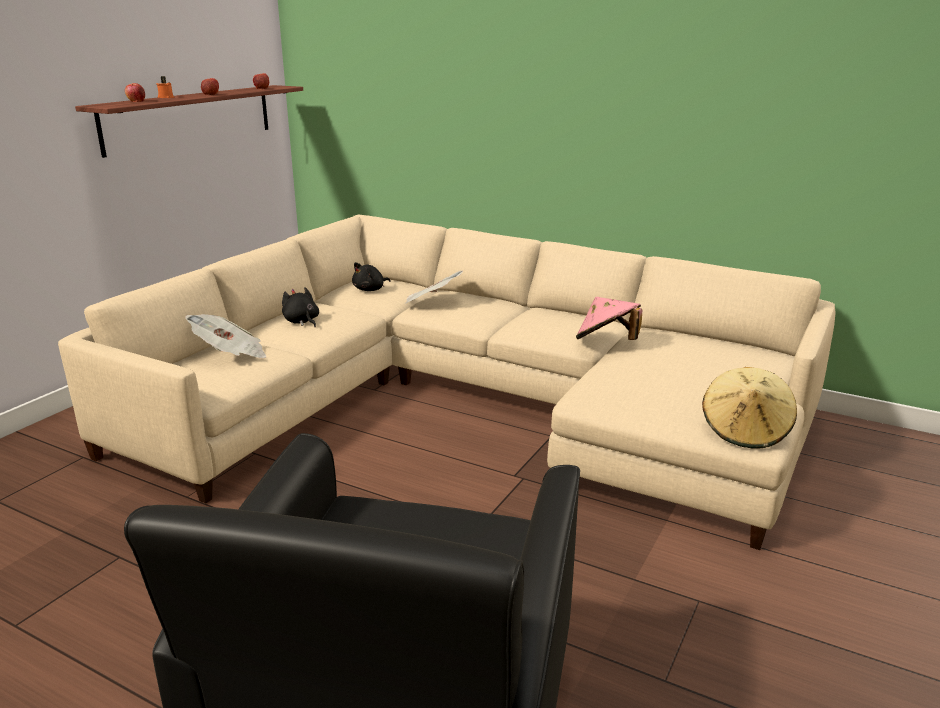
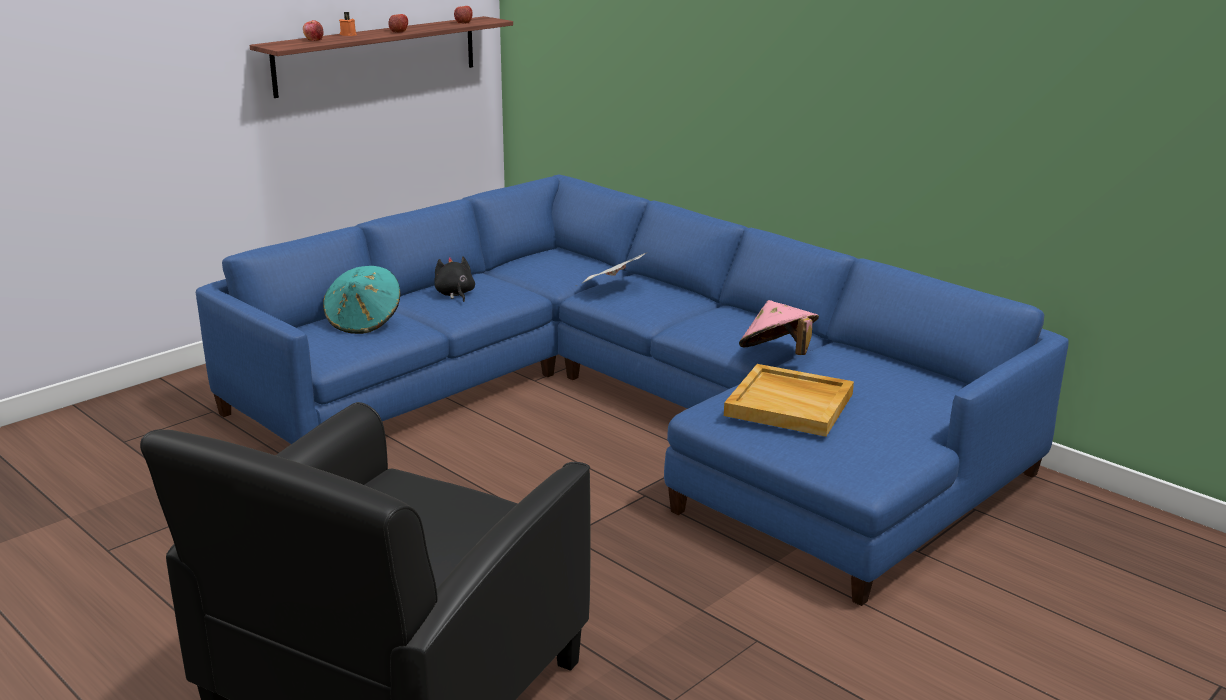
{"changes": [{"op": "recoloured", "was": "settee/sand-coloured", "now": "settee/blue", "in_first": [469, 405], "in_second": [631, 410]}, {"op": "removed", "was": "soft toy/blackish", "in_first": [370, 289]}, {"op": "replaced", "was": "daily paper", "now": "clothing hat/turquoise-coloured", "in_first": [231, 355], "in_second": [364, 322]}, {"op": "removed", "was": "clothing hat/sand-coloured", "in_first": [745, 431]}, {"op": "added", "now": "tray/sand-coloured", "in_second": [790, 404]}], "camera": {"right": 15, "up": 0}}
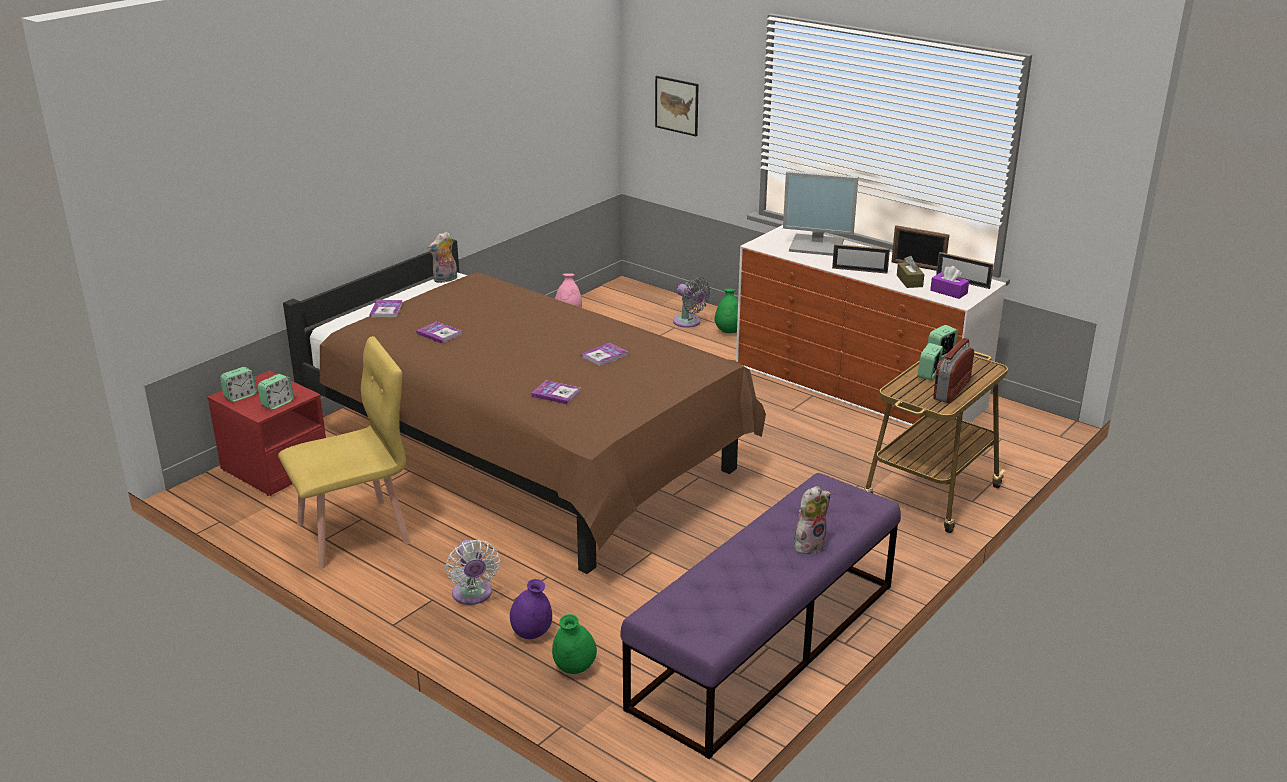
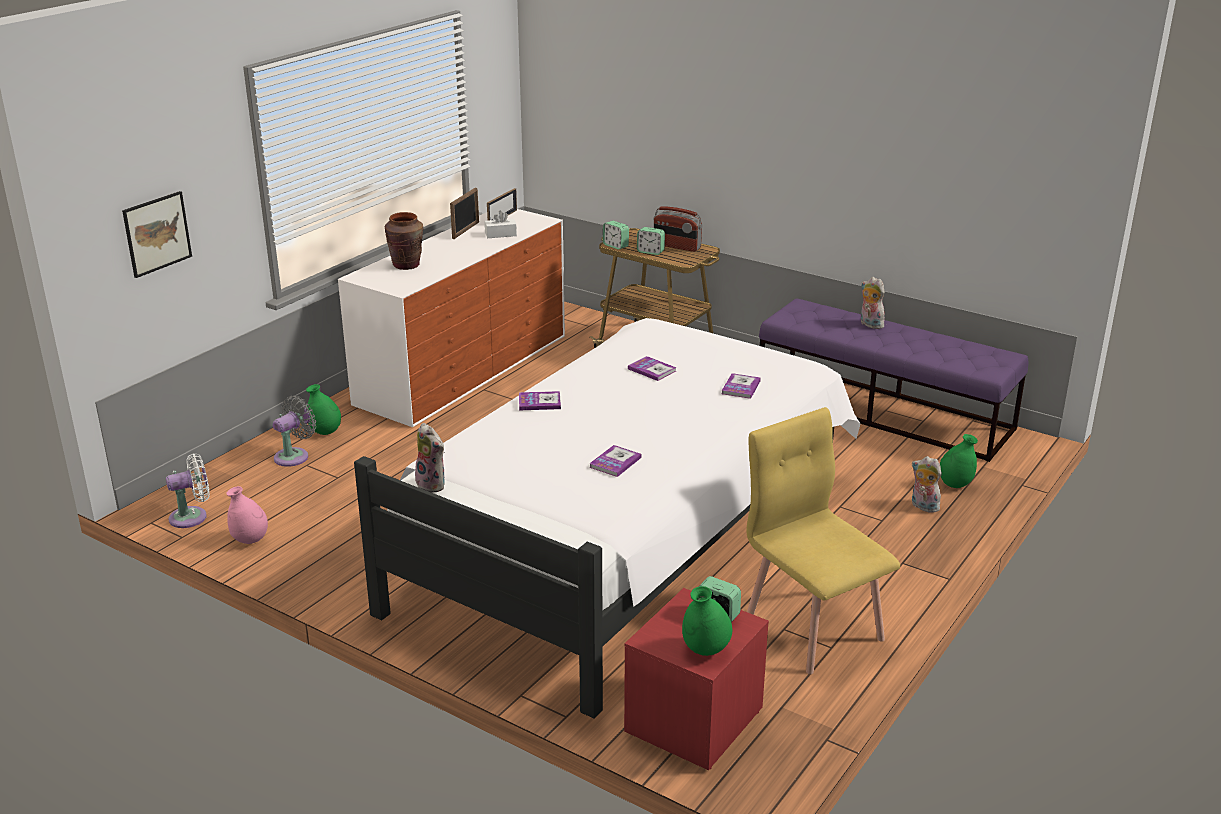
{"changes": [{"op": "replaced", "was": "computer screen", "now": "decorative vase/brownish", "in_first": [817, 245], "in_second": [406, 265]}, {"op": "recoloured", "was": "bedroom bed/brownish", "now": "bedroom bed/white", "in_first": [525, 455], "in_second": [627, 538]}, {"op": "removed", "was": "photo frame", "in_first": [859, 270]}, {"op": "recoloured", "was": "tissue holder/brownish", "now": "tissue holder/white", "in_first": [909, 281], "in_second": [500, 234]}, {"op": "removed", "was": "tissue holder/purple", "in_first": [948, 292]}, {"op": "moved", "was": "volume", "in_first": [386, 310], "in_second": [539, 402]}, {"op": "replaced", "was": "alarm clock", "now": "decorative vase/green-coloured", "in_first": [240, 396], "in_second": [705, 650]}, {"op": "moved", "was": "electric fan/white", "in_first": [473, 595], "in_second": [192, 517]}, {"op": "replaced", "was": "decorative vase/purple", "now": "soft toy", "in_first": [531, 633], "in_second": [923, 507]}], "camera": {"right": -95, "up": 0}}
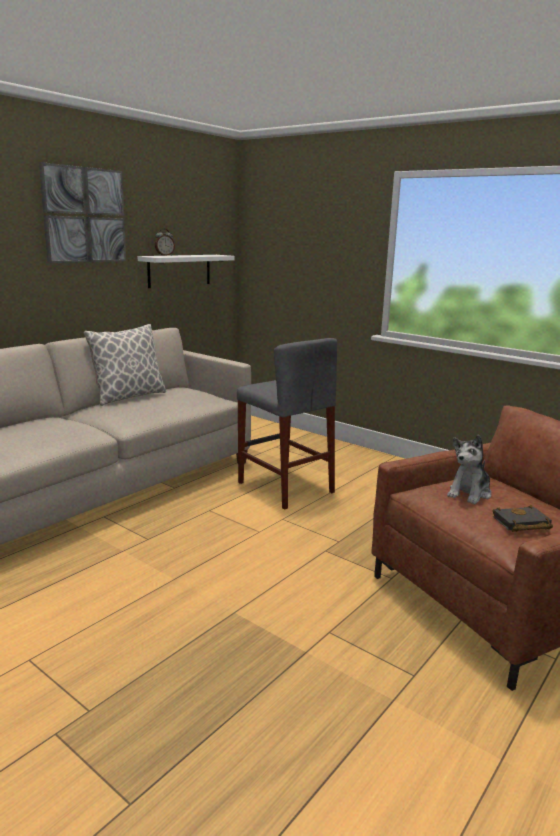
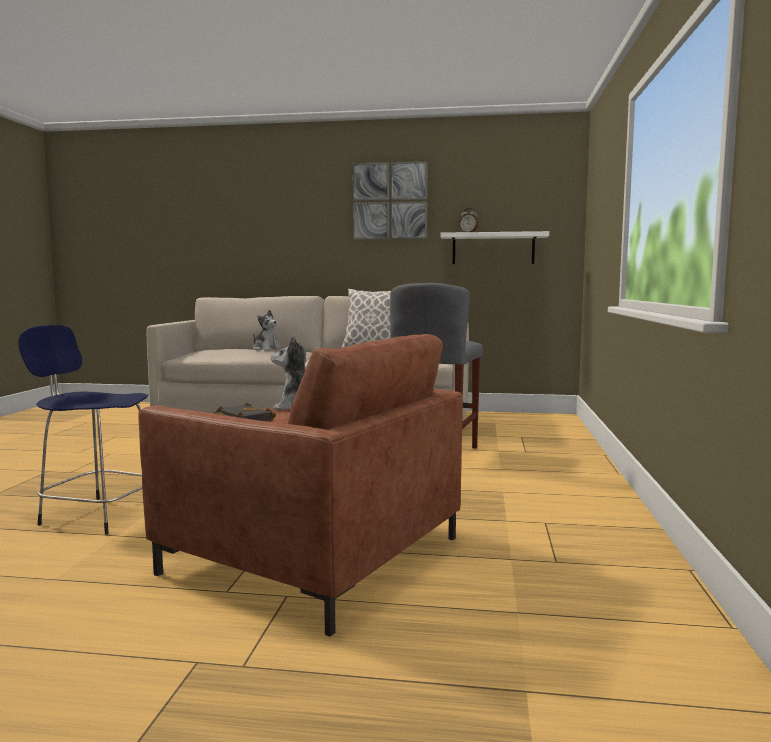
{"changes": [{"op": "added", "now": "soft toy", "in_second": [266, 349]}, {"op": "added", "now": "stool/blue", "in_second": [98, 514]}], "camera": {"right": 60, "up": -10}}
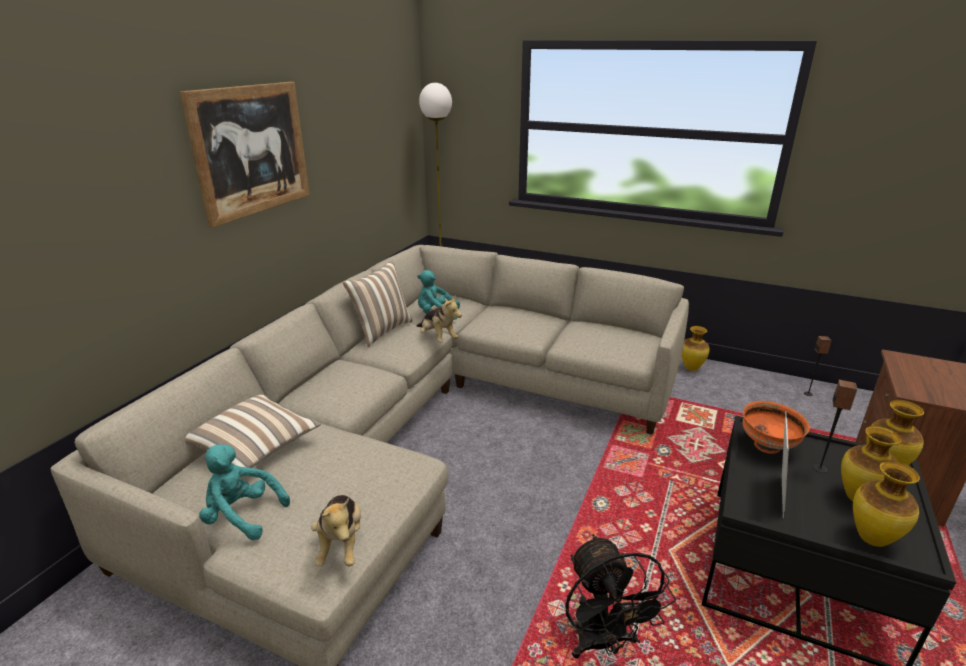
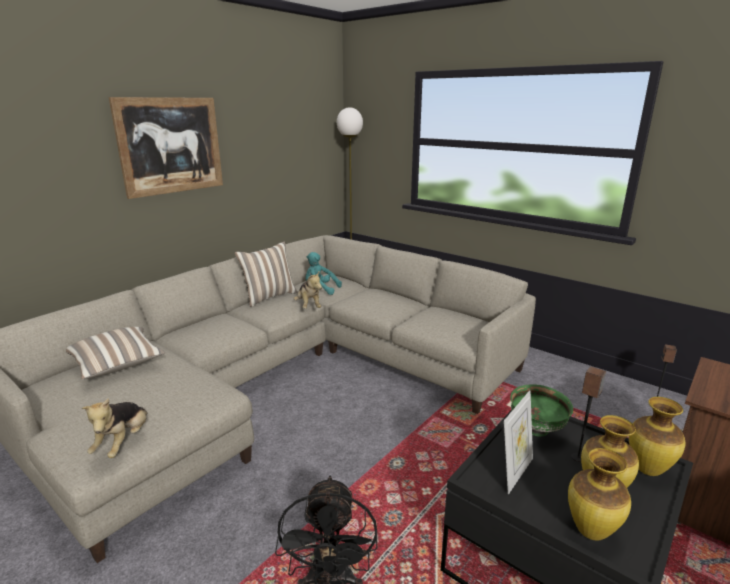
{"changes": [{"op": "removed", "was": "decorative vase", "in_first": [691, 368]}, {"op": "recoloured", "was": "bowl/orangey", "now": "bowl/green-coloured", "in_first": [768, 447], "in_second": [537, 430]}, {"op": "removed", "was": "soft toy/turquoise-coloured", "in_first": [242, 516]}], "camera": {"right": 15, "up": -5}}
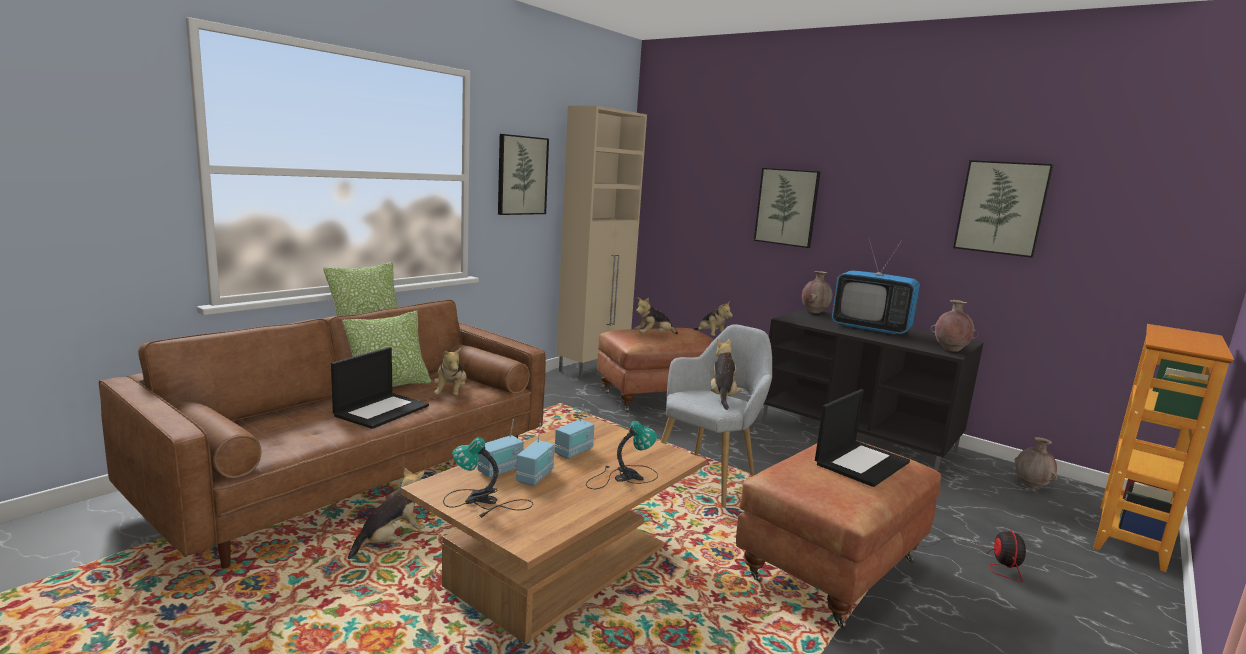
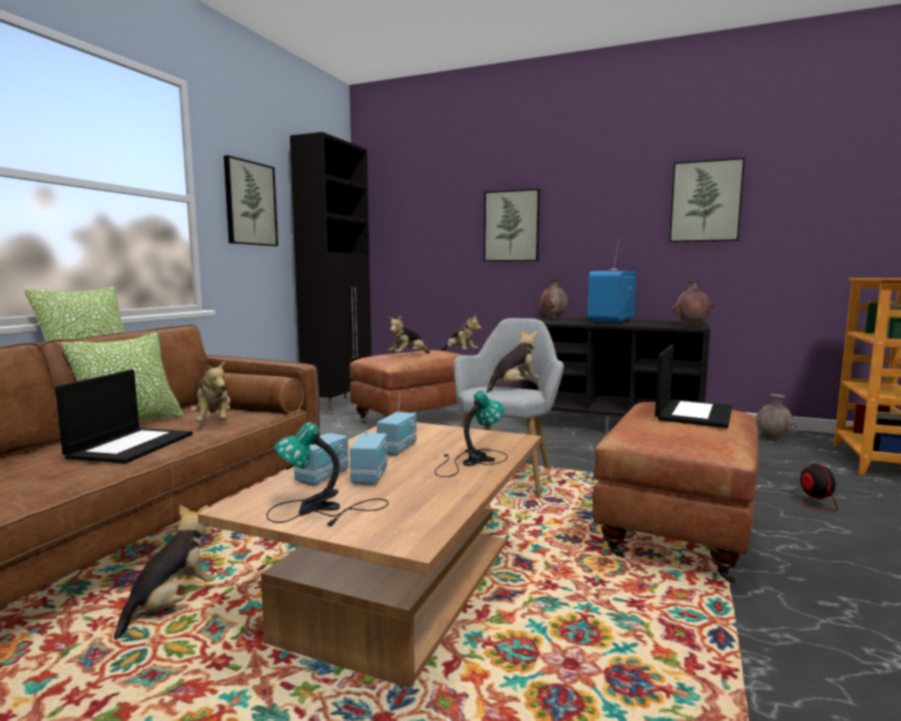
{"changes": [{"op": "recoloured", "was": "cabinet/sand-coloured", "now": "cabinet/blackish", "in_first": [594, 368], "in_second": [339, 405]}, {"op": "turned", "was": "TV set", "in_first": [870, 328], "in_second": [612, 321], "clockwise": 105}, {"op": "turned", "was": "soft toy", "in_first": [722, 396], "in_second": [513, 387], "clockwise": 60}], "camera": {"right": -15, "up": -5}}
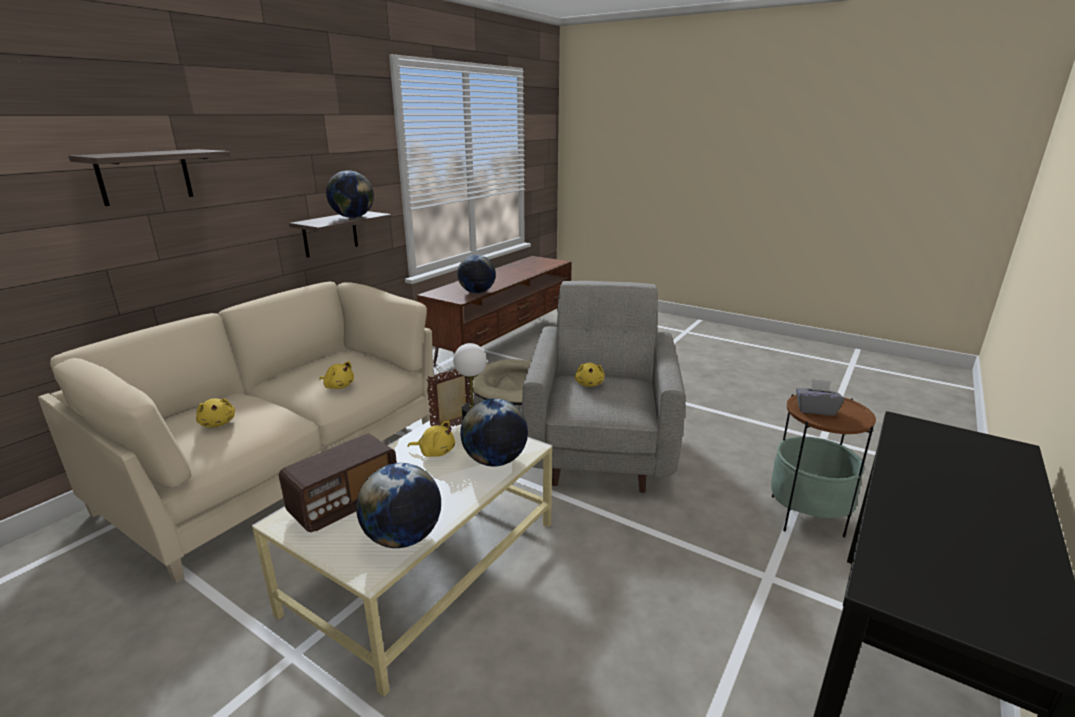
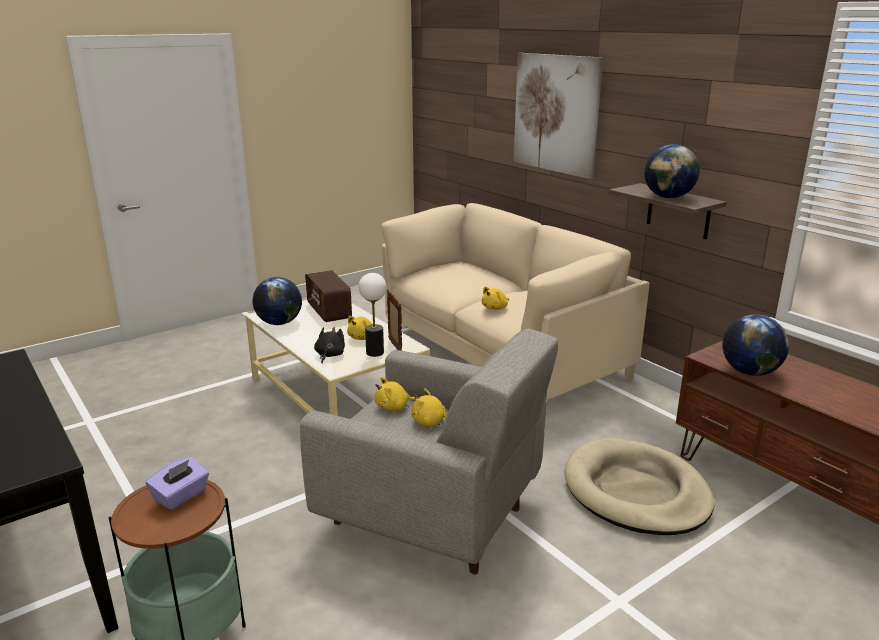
{"changes": [{"op": "replaced", "was": "wall shelf", "now": "picture", "in_first": [145, 176], "in_second": [555, 114]}, {"op": "recoloured", "was": "tissue holder/gray", "now": "tissue holder/purple", "in_first": [815, 410], "in_second": [181, 496]}, {"op": "moved", "was": "soft toy/yellow", "in_first": [218, 423], "in_second": [394, 407]}, {"op": "replaced", "was": "desk globe", "now": "soft toy/blackish", "in_first": [495, 461], "in_second": [329, 355]}], "camera": {"right": 110, "up": 0}}
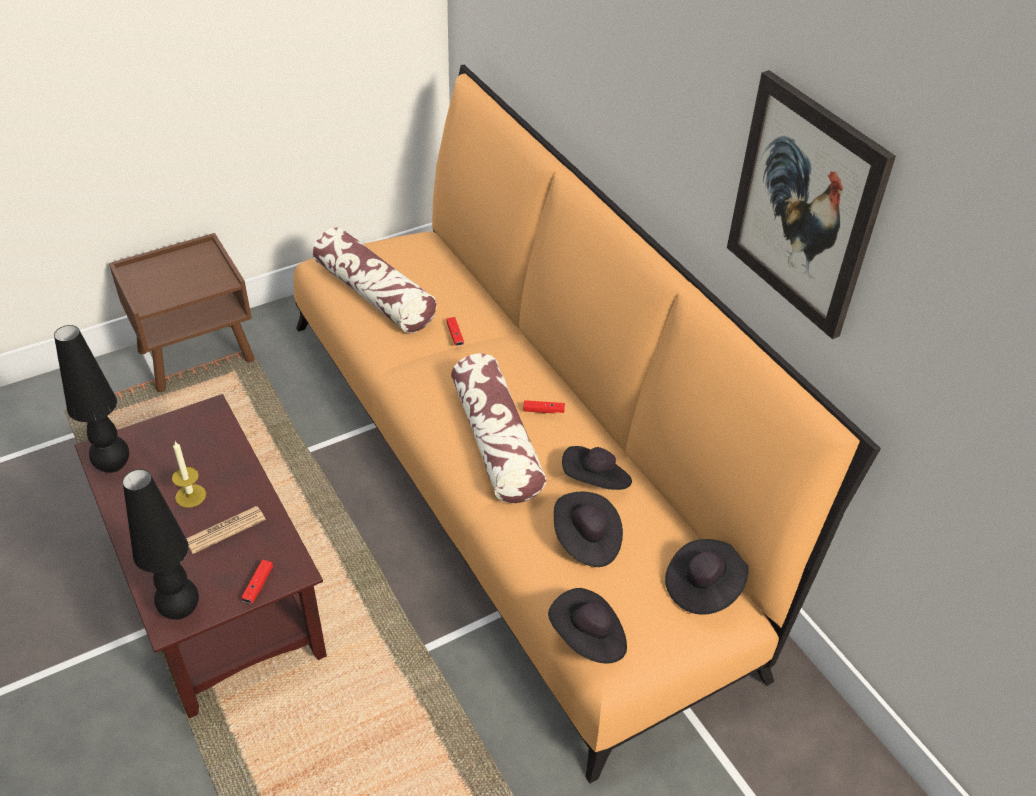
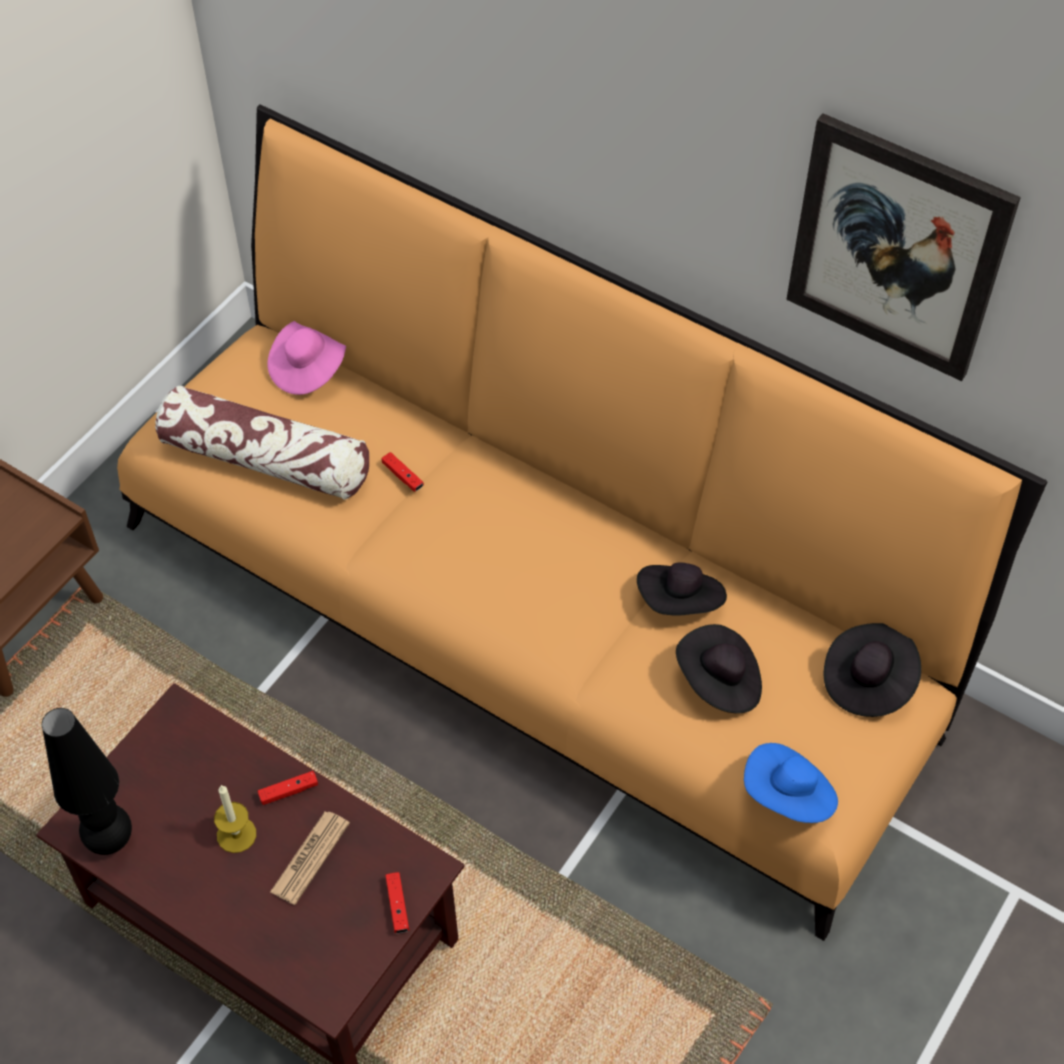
{"changes": [{"op": "removed", "was": "cushion", "in_first": [496, 442]}, {"op": "moved", "was": "game controller/red", "in_first": [543, 410], "in_second": [288, 791]}, {"op": "removed", "was": "tabletop lamp/blackish", "in_first": [180, 610]}, {"op": "recoloured", "was": "clothing hat/blackish", "now": "clothing hat/blue", "in_first": [588, 639], "in_second": [788, 796]}, {"op": "added", "now": "clothing hat/pink", "in_second": [308, 368]}], "camera": {"right": -25, "up": 10}}
